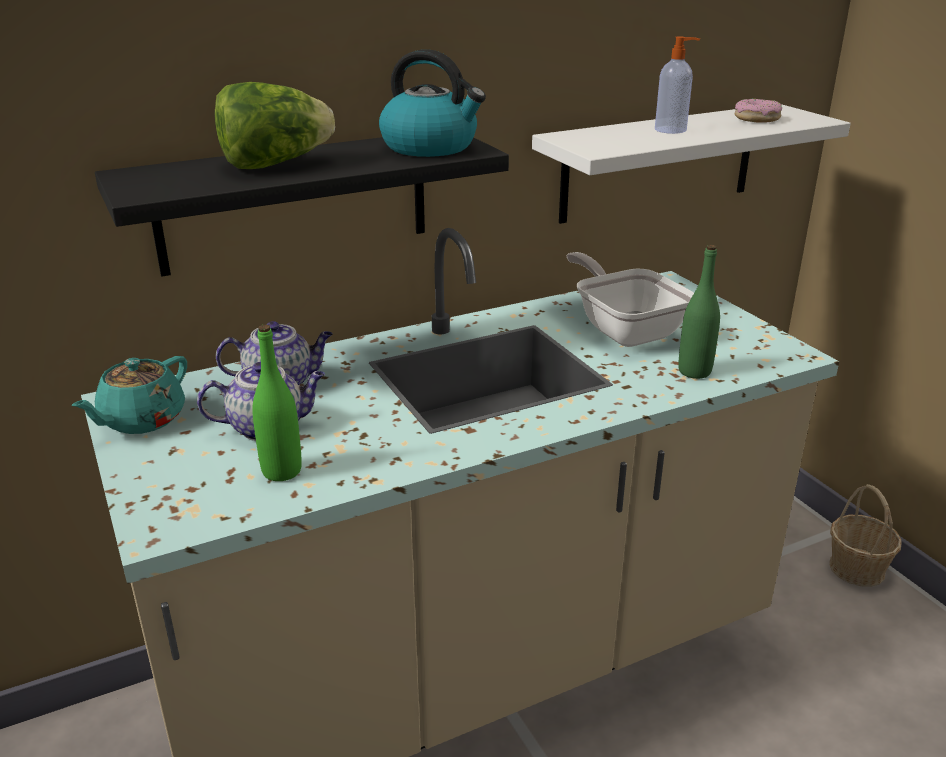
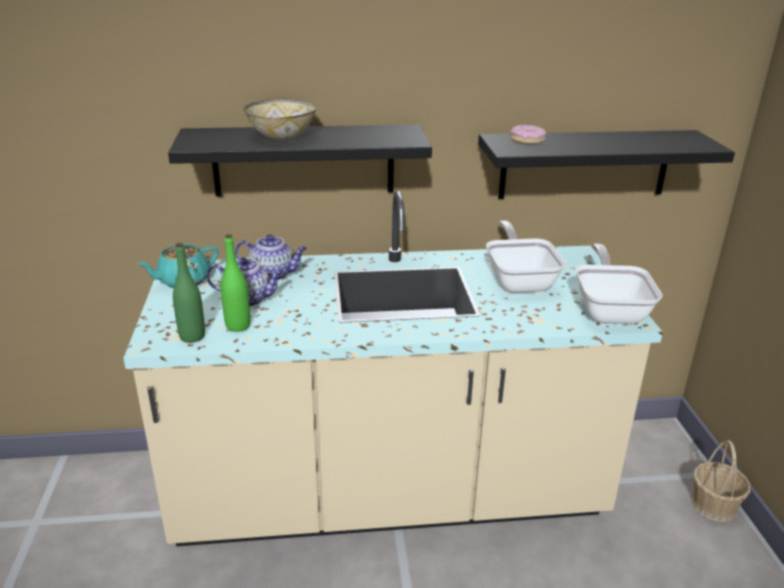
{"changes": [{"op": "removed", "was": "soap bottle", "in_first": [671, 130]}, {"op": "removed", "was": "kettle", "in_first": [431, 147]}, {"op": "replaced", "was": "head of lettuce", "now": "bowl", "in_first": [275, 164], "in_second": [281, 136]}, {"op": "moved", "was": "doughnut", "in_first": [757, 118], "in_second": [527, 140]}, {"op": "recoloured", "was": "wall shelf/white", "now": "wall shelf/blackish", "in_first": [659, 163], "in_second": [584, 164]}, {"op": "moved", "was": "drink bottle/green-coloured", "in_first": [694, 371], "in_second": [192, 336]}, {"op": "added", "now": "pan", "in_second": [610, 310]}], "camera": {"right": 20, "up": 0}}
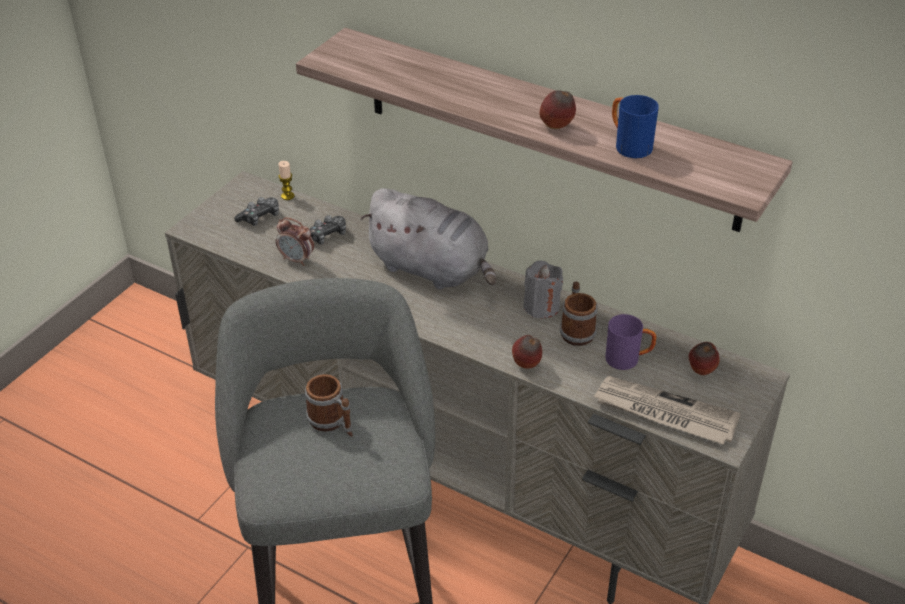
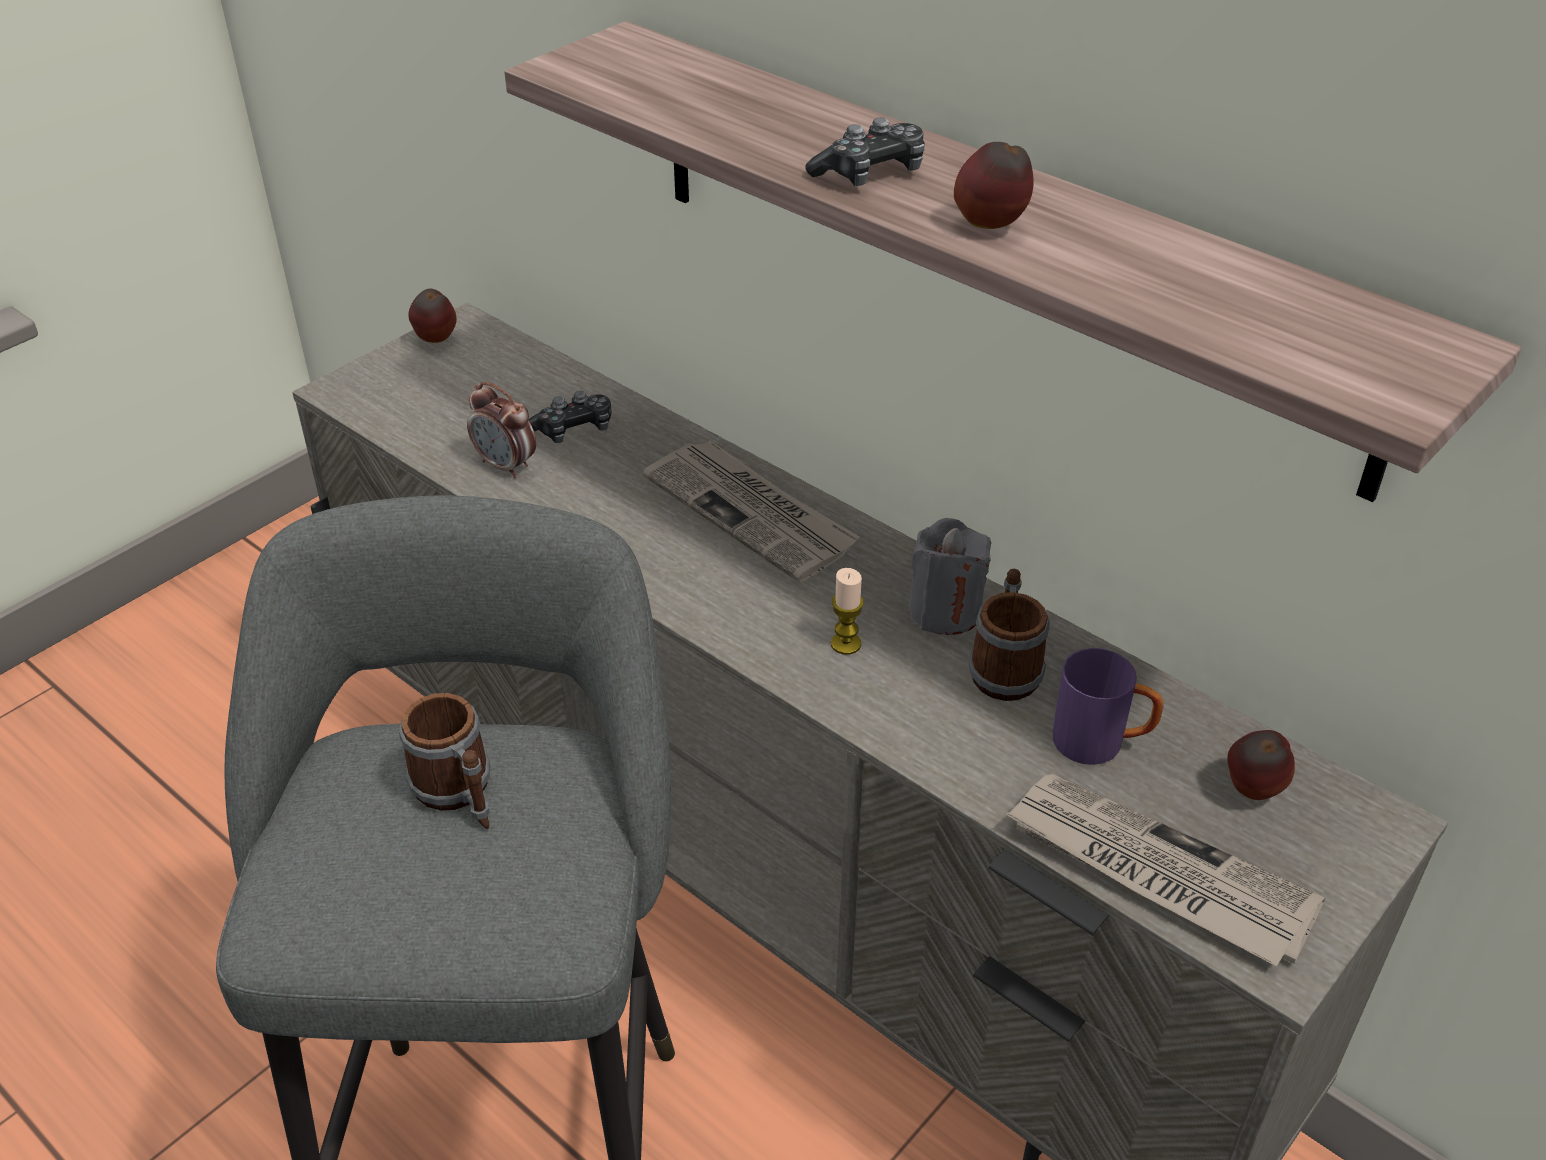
{"changes": [{"op": "removed", "was": "mug/blue", "in_first": [628, 145]}, {"op": "moved", "was": "wax light", "in_first": [287, 196], "in_second": [846, 644]}, {"op": "replaced", "was": "soft toy/gray", "now": "daily paper", "in_first": [432, 269], "in_second": [752, 513]}, {"op": "moved", "was": "game controller", "in_first": [260, 217], "in_second": [870, 173]}, {"op": "moved", "was": "apple", "in_first": [527, 366], "in_second": [436, 341]}], "camera": {"right": 10, "up": 0}}
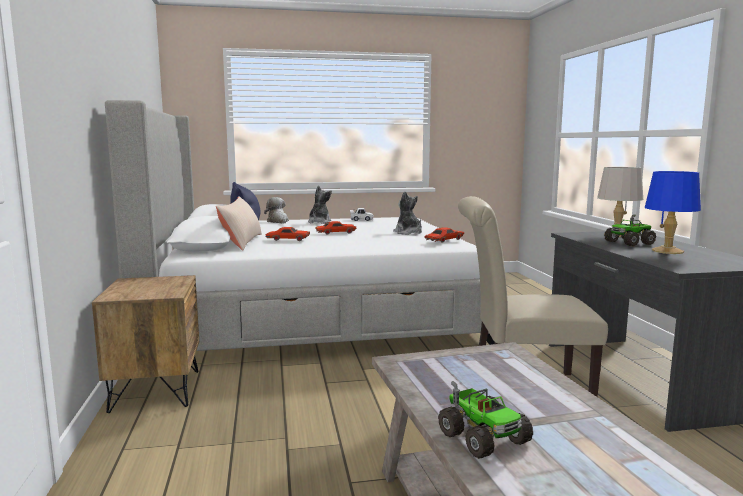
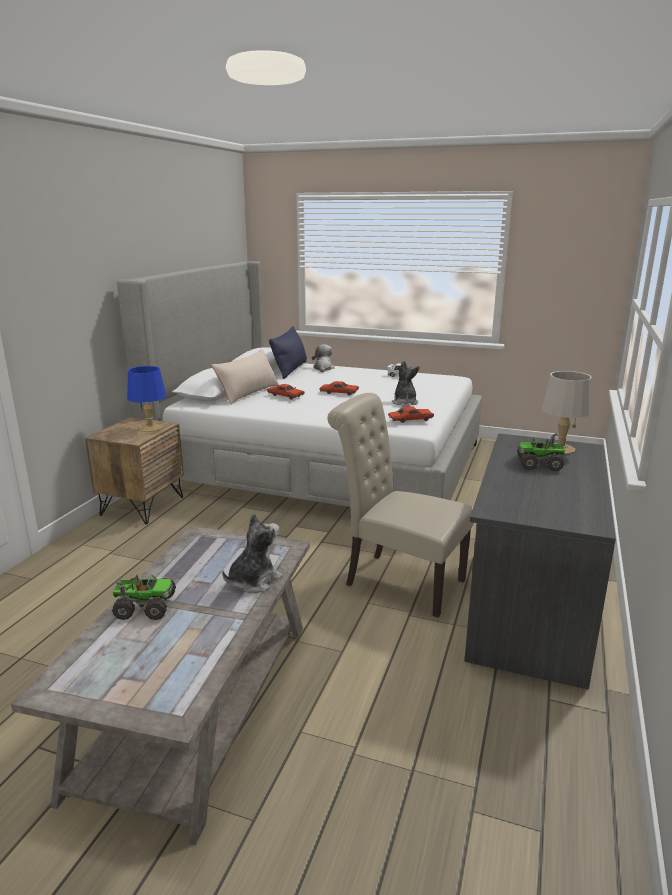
{"changes": [{"op": "moved", "was": "tabletop lamp/blue", "in_first": [668, 251], "in_second": [150, 428]}, {"op": "moved", "was": "soft toy", "in_first": [319, 222], "in_second": [253, 581]}, {"op": "turned", "was": "model truck", "in_first": [483, 437], "in_second": [145, 606], "clockwise": -90}], "camera": {"right": 30, "up": 10}}
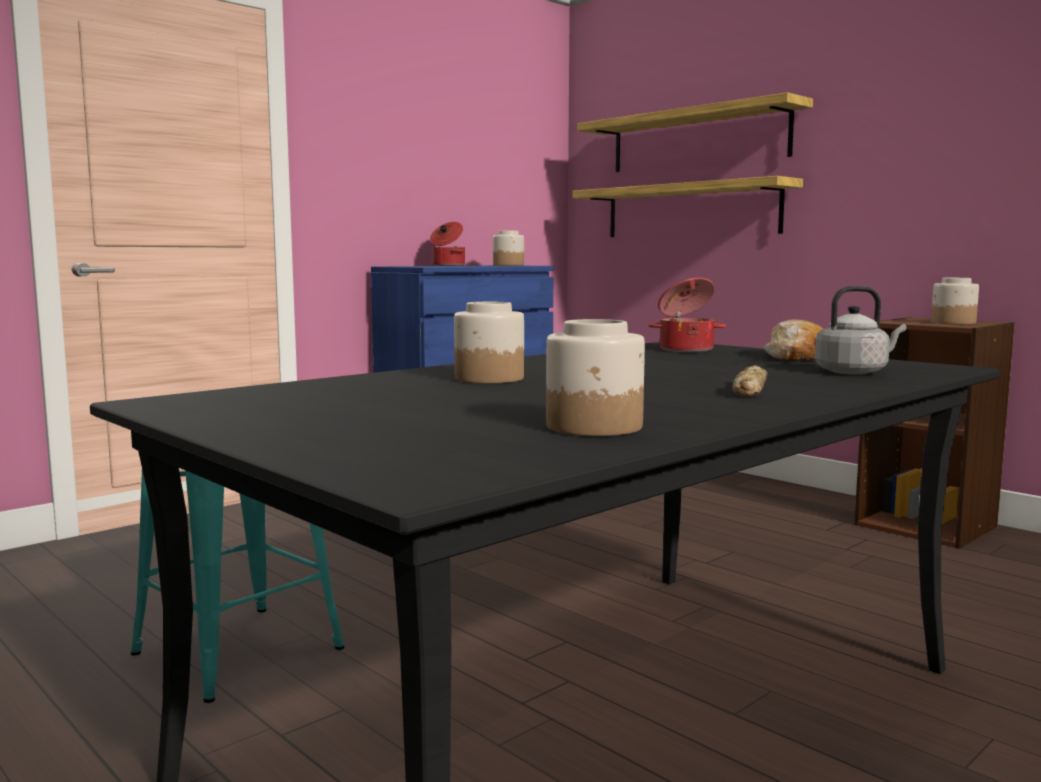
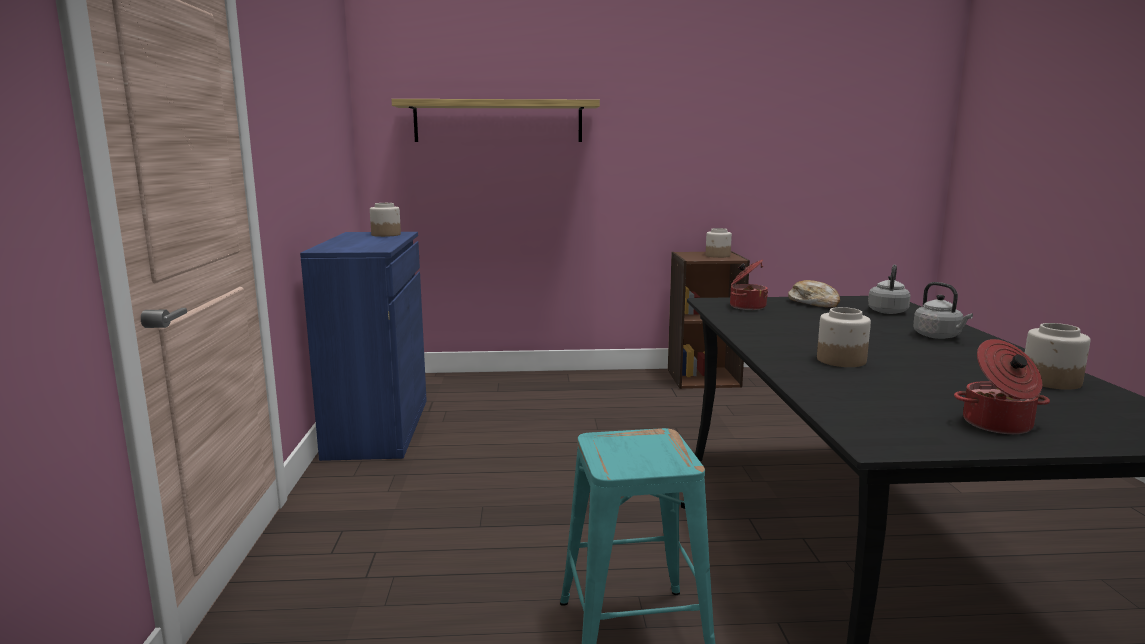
{"changes": [{"op": "removed", "was": "wall shelf", "in_first": [690, 211]}, {"op": "moved", "was": "cooking pot", "in_first": [447, 265], "in_second": [998, 425]}, {"op": "replaced", "was": "bread", "now": "kettle/gray", "in_first": [749, 390], "in_second": [938, 336]}], "camera": {"right": -50, "up": 5}}
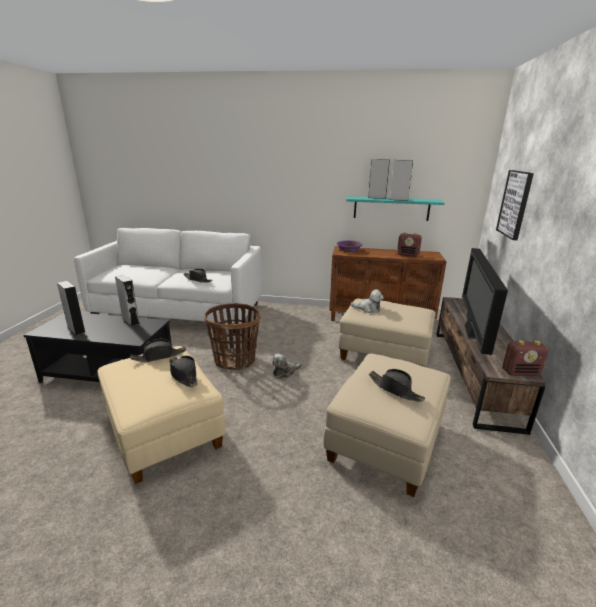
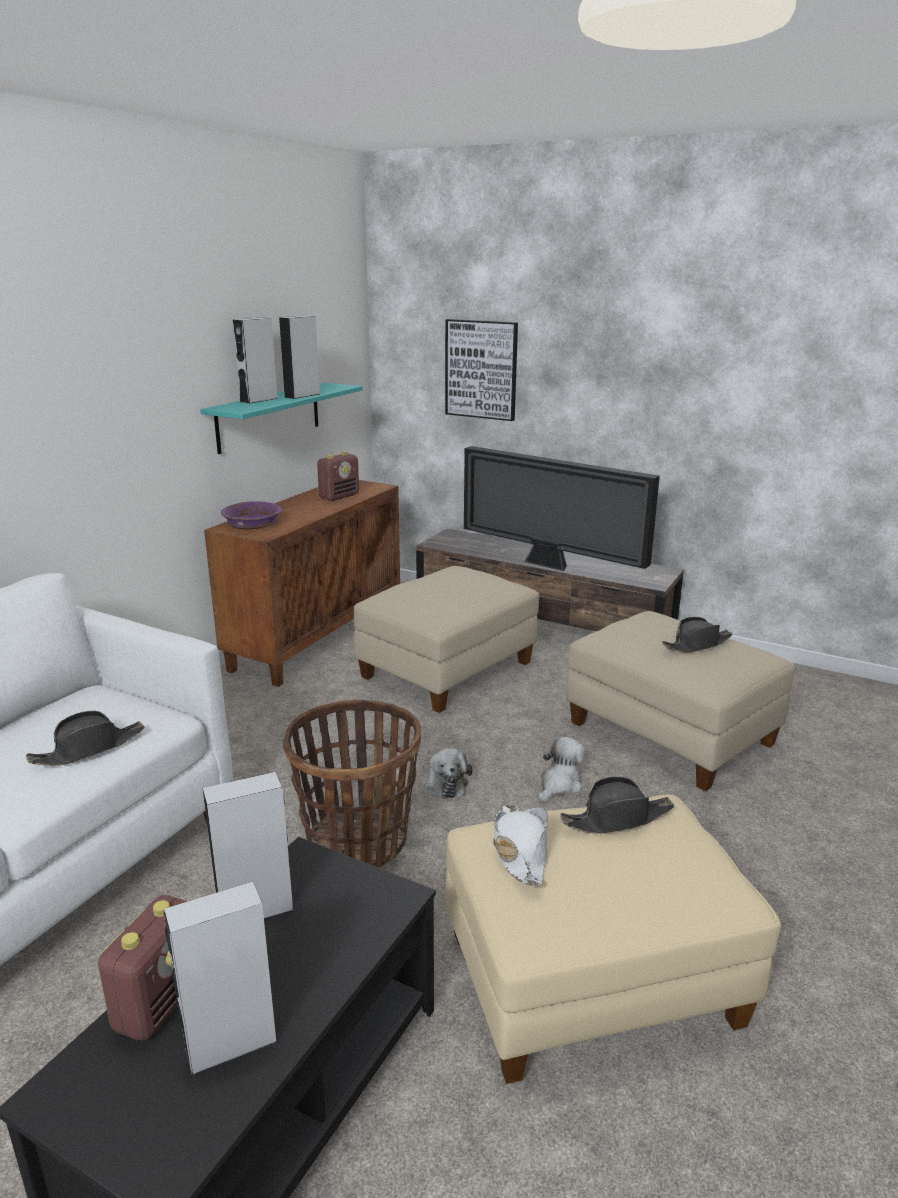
{"changes": [{"op": "moved", "was": "soft toy", "in_first": [368, 309], "in_second": [559, 785]}, {"op": "recoloured", "was": "clothing hat/blackish", "now": "clothing hat/white", "in_first": [159, 356], "in_second": [520, 850]}, {"op": "moved", "was": "radio set", "in_first": [520, 373], "in_second": [160, 1001]}], "camera": {"right": -70, "up": 0}}
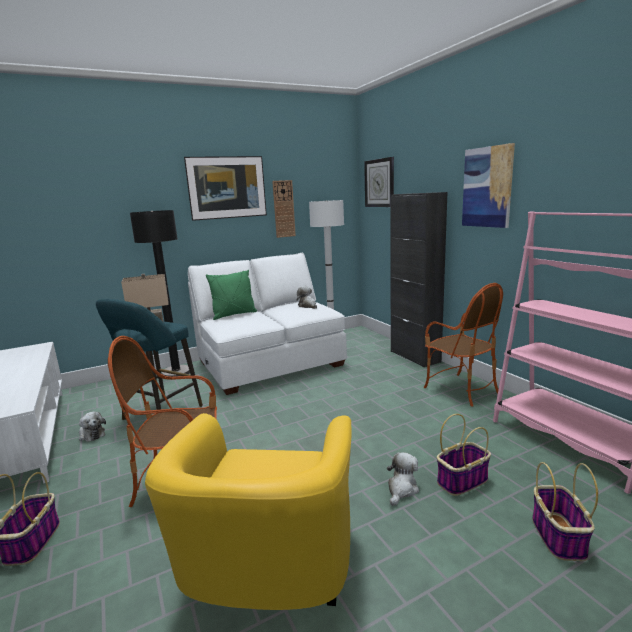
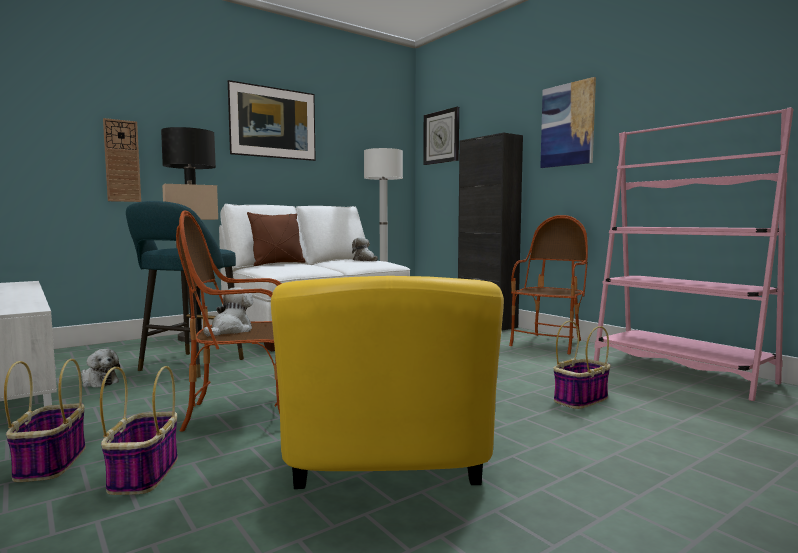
{"changes": [{"op": "moved", "was": "wall clock", "in_first": [283, 209], "in_second": [122, 161]}, {"op": "recoloured", "was": "cushion/green-coloured", "now": "cushion/brownish", "in_first": [234, 315], "in_second": [277, 264]}, {"op": "turned", "was": "lounge chair", "in_first": [461, 389], "in_second": [548, 344], "clockwise": -105}, {"op": "moved", "was": "soft toy", "in_first": [401, 489], "in_second": [230, 330]}, {"op": "moved", "was": "household basket", "in_first": [557, 535], "in_second": [144, 473]}], "camera": {"right": -10, "up": -10}}
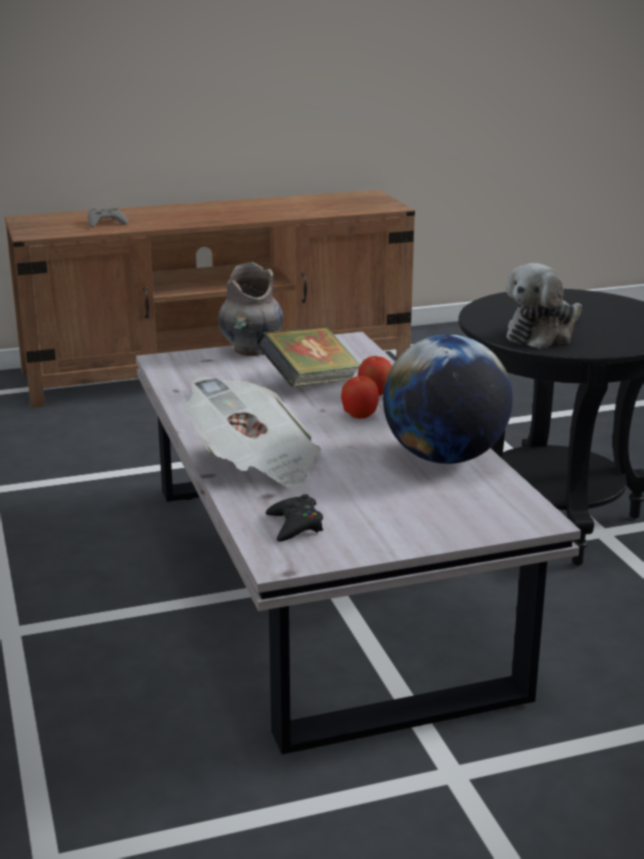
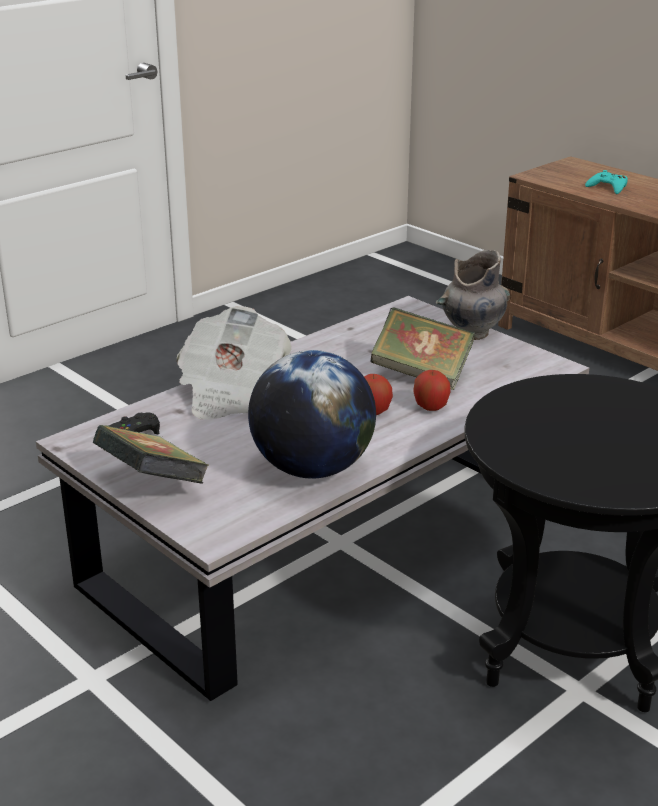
{"changes": [{"op": "recoloured", "was": "game controller/gray", "now": "game controller/turquoise-coloured", "in_first": [105, 223], "in_second": [608, 187]}, {"op": "removed", "was": "soft toy", "in_first": [543, 334]}, {"op": "added", "now": "volume", "in_second": [152, 484]}], "camera": {"right": 65, "up": 5}}
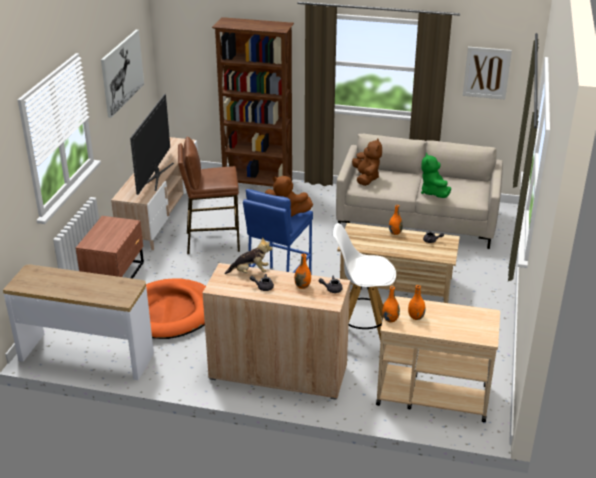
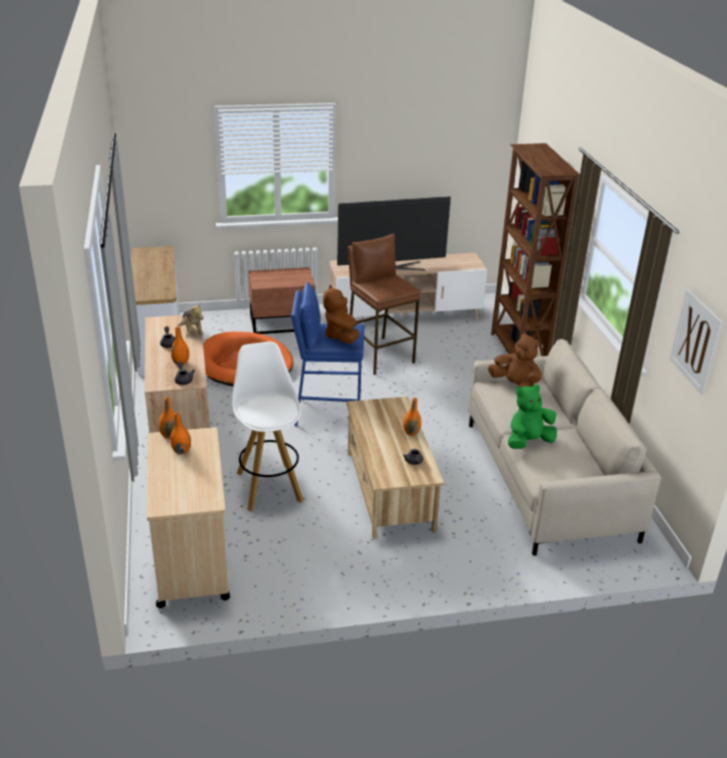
{"changes": [{"op": "removed", "was": "picture", "in_first": [122, 72]}, {"op": "turned", "was": "soft toy/brownish", "in_first": [366, 178], "in_second": [515, 386], "clockwise": -105}], "camera": {"right": 65, "up": 0}}
